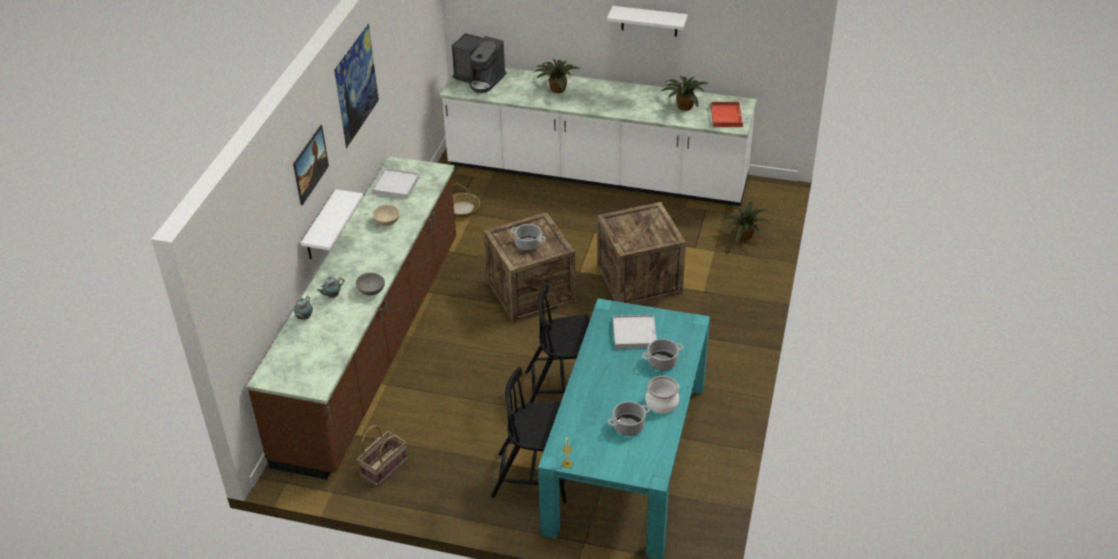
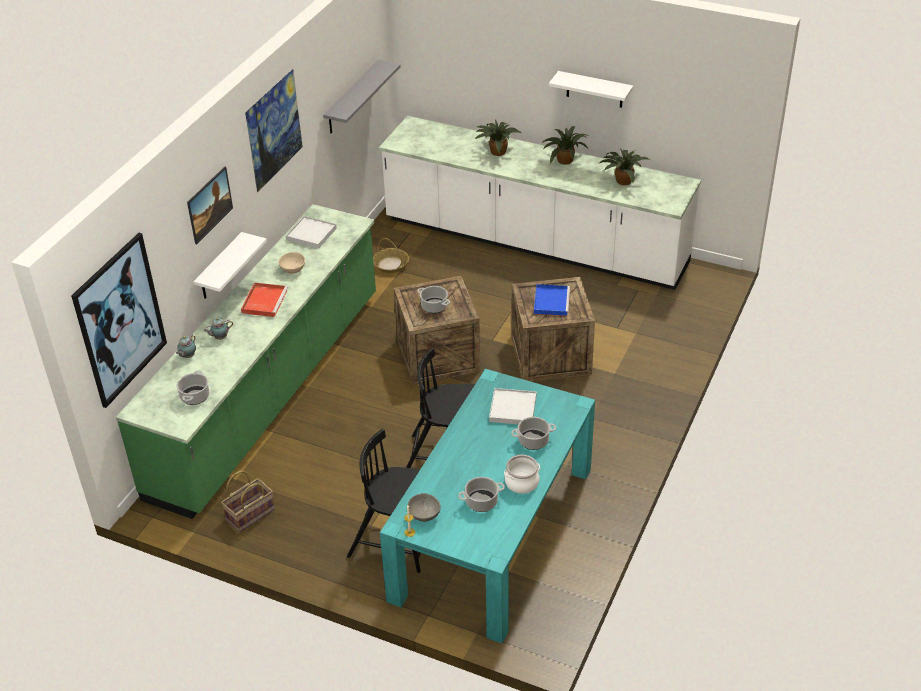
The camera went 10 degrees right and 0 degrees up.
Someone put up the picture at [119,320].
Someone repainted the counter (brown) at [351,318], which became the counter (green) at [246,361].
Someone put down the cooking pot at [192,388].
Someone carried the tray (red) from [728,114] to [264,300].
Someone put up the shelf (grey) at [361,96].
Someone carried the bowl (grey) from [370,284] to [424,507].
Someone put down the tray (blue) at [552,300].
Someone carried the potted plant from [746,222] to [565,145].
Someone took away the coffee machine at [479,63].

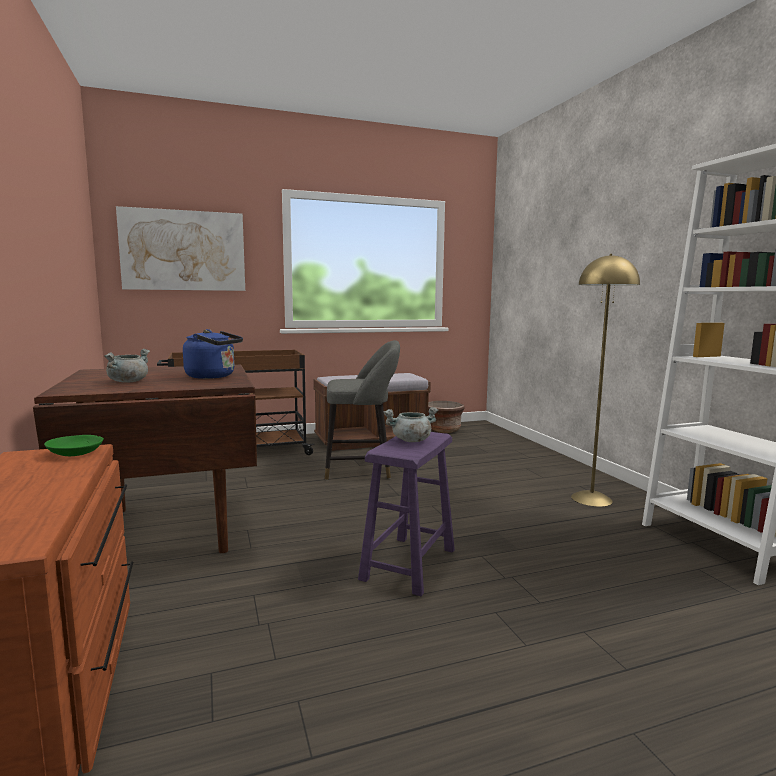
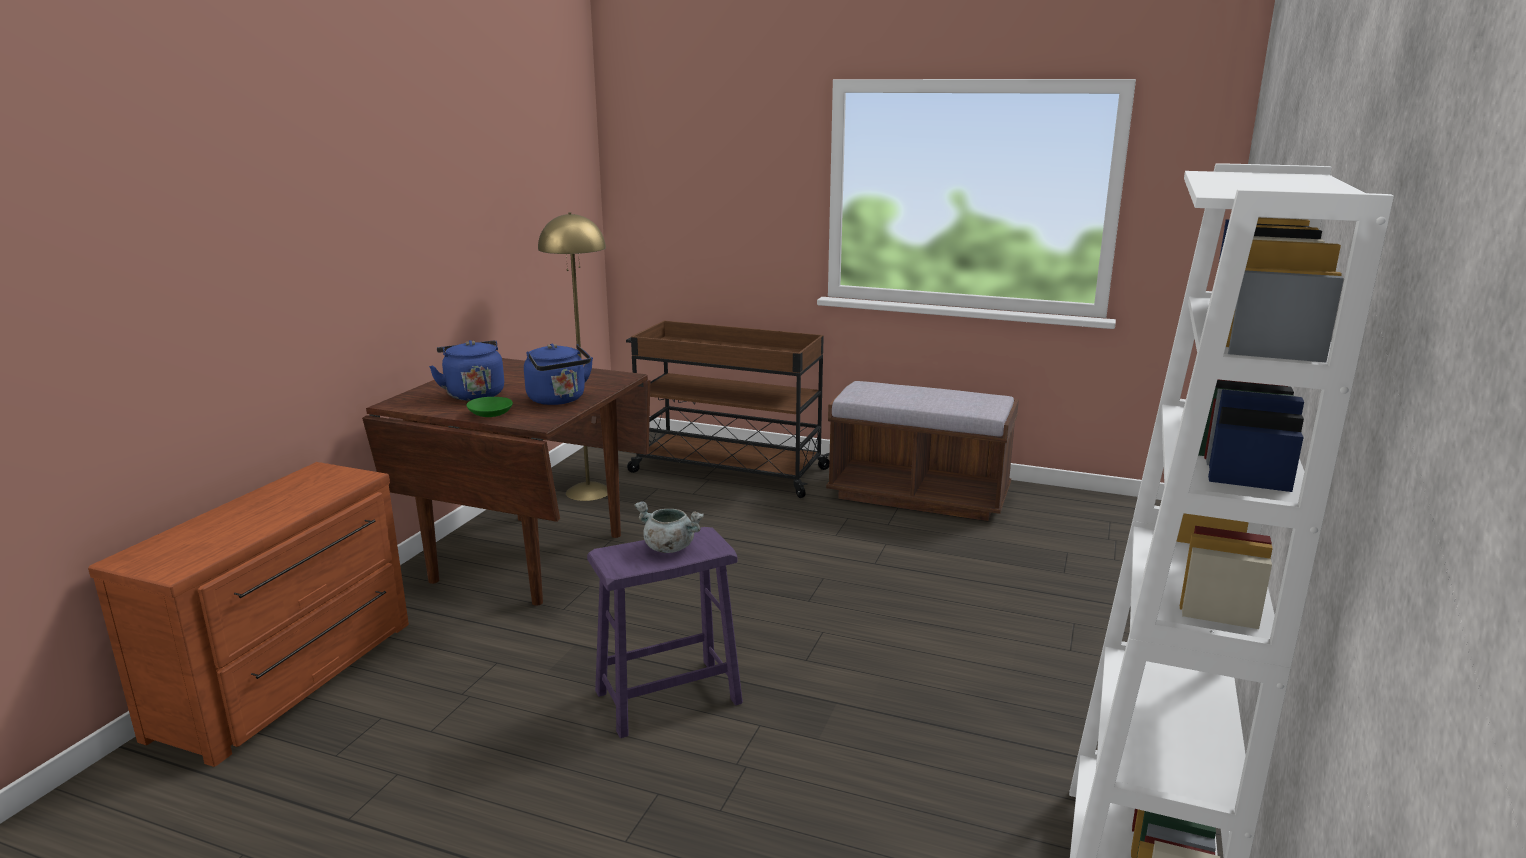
The camera went 40 degrees right and 10 degrees up.
Someone swapped the cooking pot (grey) at [127,366] for the kettle (blue) at [466,370].
Someone carried the bowl (green) from [74,445] to [489,407].
Someone carried the floor lamp (yellow) from [605,380] to [573,356].
Someone took away the picture at [180,248].
Someone took away the stool (grey) at [362,410].
Someone took away the planter (brown) at [446,417].

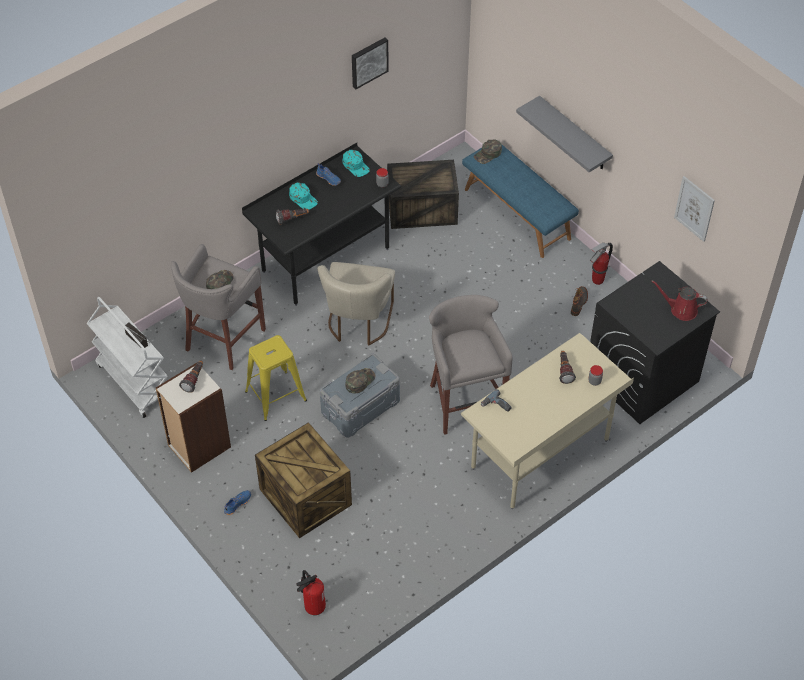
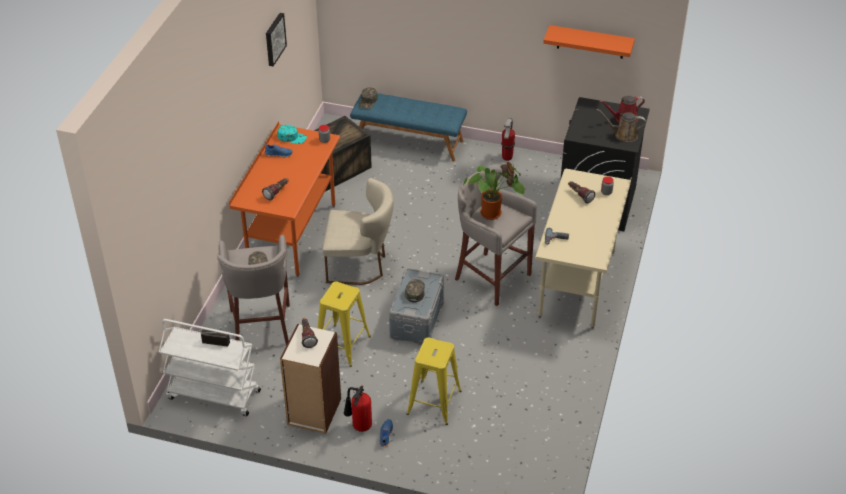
The camera went 35 degrees left and 10 degrees down.
Someone repainted the desk (black) at [321,224], which became the desk (orange) at [284,199].
Someone rotated the chair (beige) at [356,303] by 60 degrees counterclockwise.
Someone carried the fire extinguisher from [311,592] to [358,408].
Someone swapped the crate at [303,480] for the stool (yellow) at [434,381].
Someone put down the potted plant at [494,192].
Someone swapped the picture at [694,209] for the shelf (orange) at [589,42].
Someone put down the watering can (brown) at [621,125].
Someone took away the cap (turquoise) at [303,195].
Someone took away the shelf (grey) at [564,134].

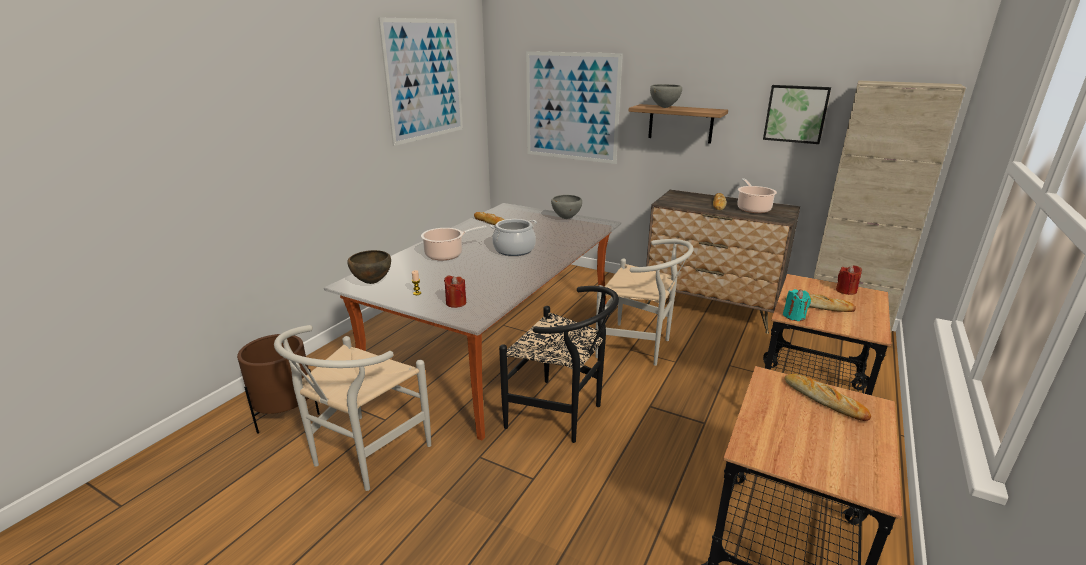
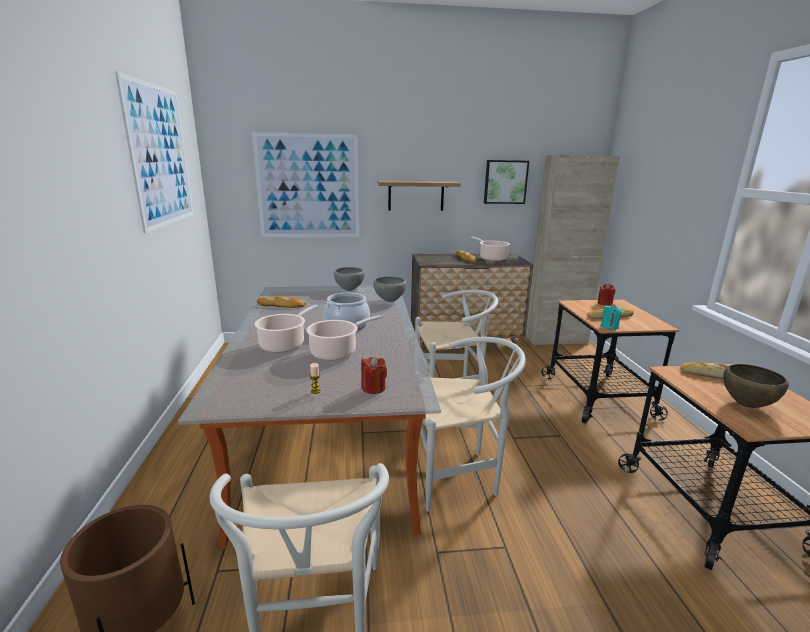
The camera went 35 degrees left and 5 degrees down.
Someone put down the cooking pot at [344,337].
Someone carried the bowl (grey) from [666,96] to [389,289].
Someone repainted the chair (black) at [559,364], which became the chair (white) at [473,424].
Someone carried the bowl (brown) from [369,267] to [756,386].

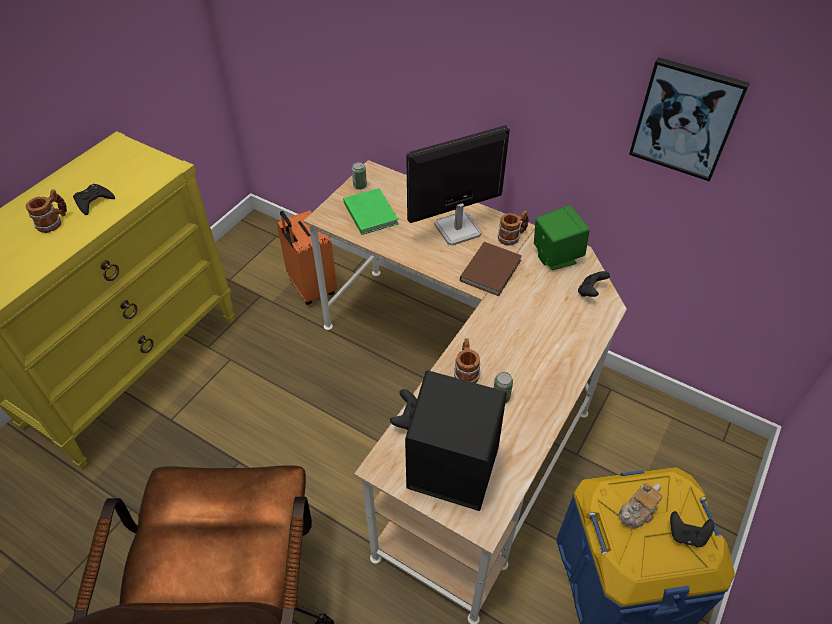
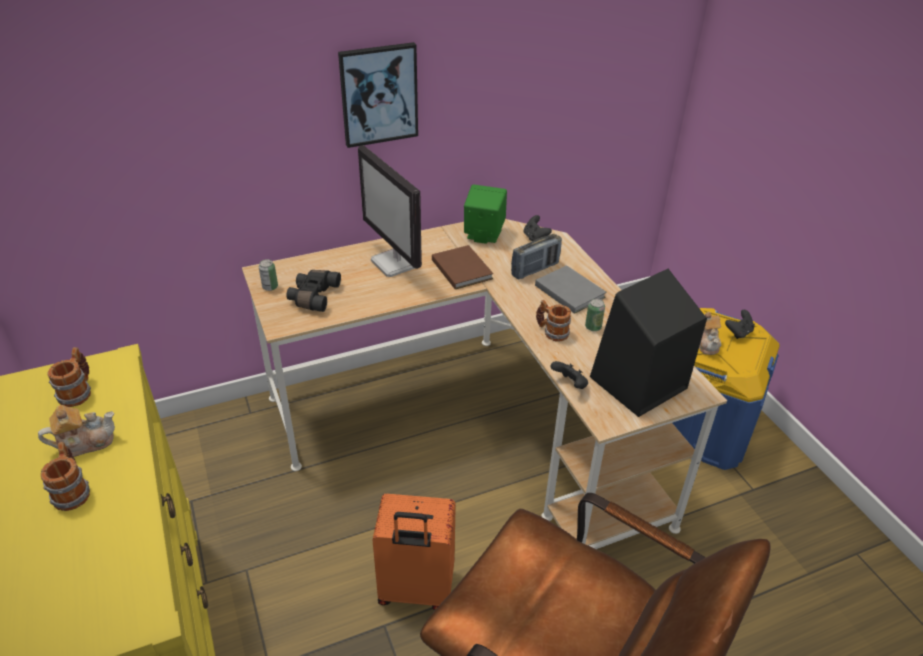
The camera went 55 degrees left and 10 degrees down.
Someone swapped the game controller (black) at [94,199] for the teapot at [76,431].
Someone carried the mug from [513,228] to [69,377].
Someone swapped the book (green) at [371,211] for the binoculars (black) at [313,291].
Someone carried the picture from [689,119] to [378,95].
Someone rotated the monitor at [458,185] by 45 degrees counterclockwise.
Someone carried the suitcase (orange) from [307,257] to [414,552].
Someone put down the radio at [536,257].
Someone put down the book (grey) at [570,289].

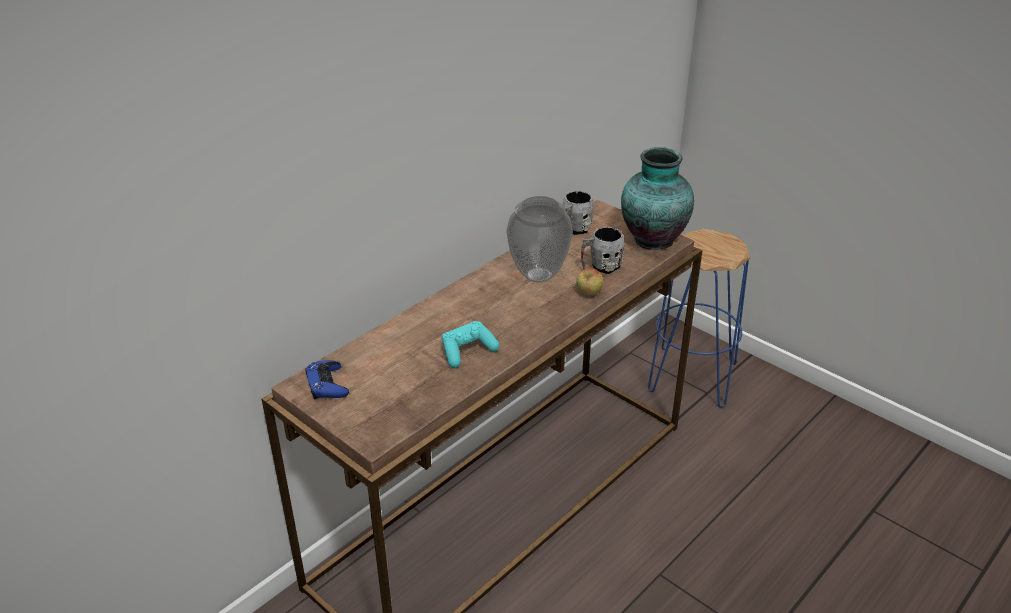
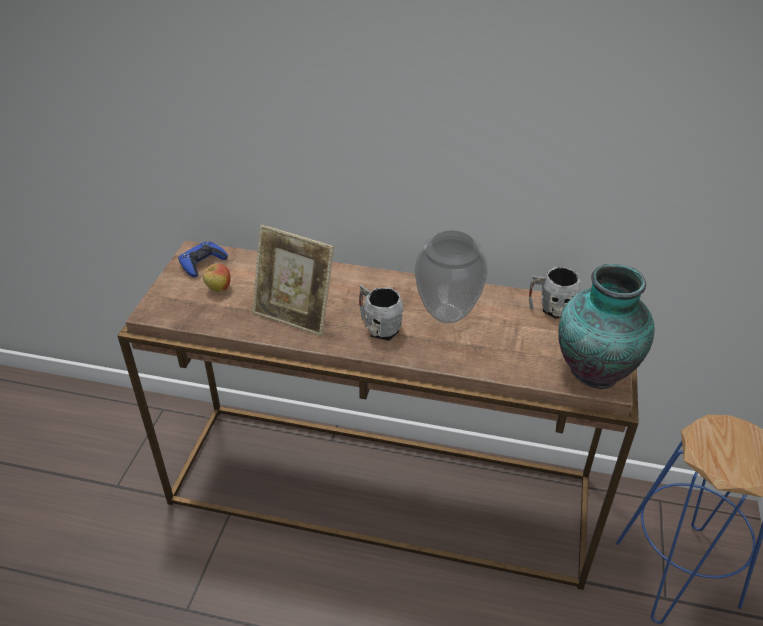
The camera went 60 degrees right and 5 degrees up.
Someone carried the apple from [589,281] to [217,278].
Someone swapped the game controller (turquoise) at [471,344] for the picture frame at [293,280].
Someone carried the mug (grey) from [603,250] to [381,312].

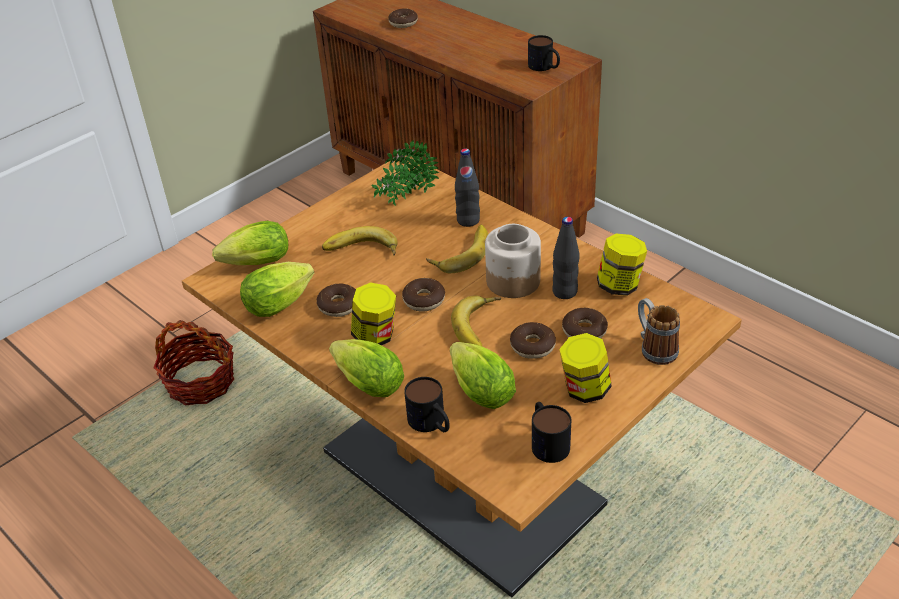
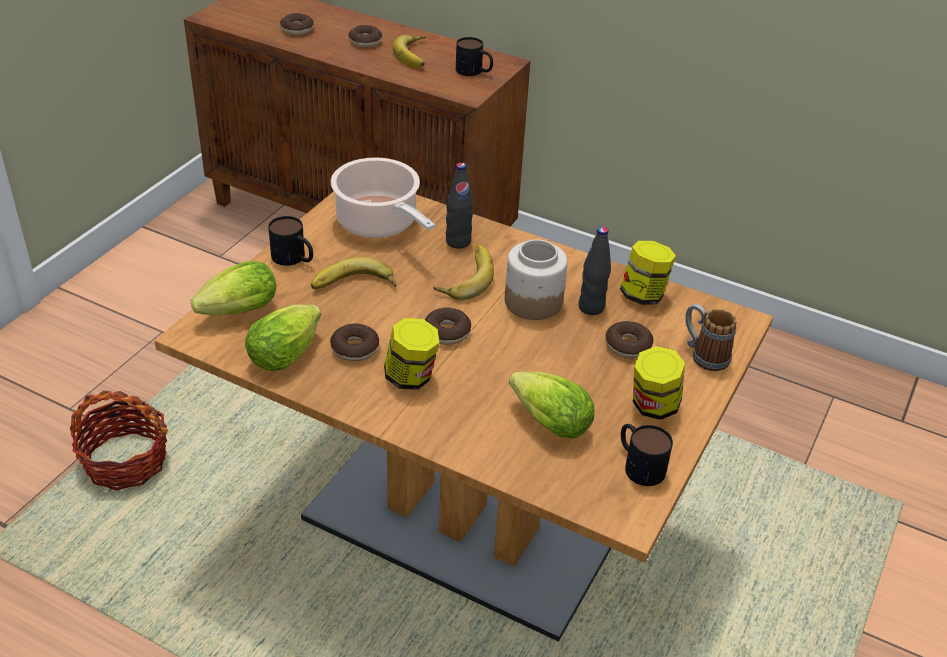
The camera went 20 degrees left and 0 degrees up.
Someone carried the mug from [427,404] to [290,241].
Someone swapped the potted plant at [405,173] for the cooking pot at [383,197].
Someone carried the donut from [533,340] to [365,36].
Someone carried the banana from [476,321] to [409,51].
Someone took away the lettuce at [366,368].

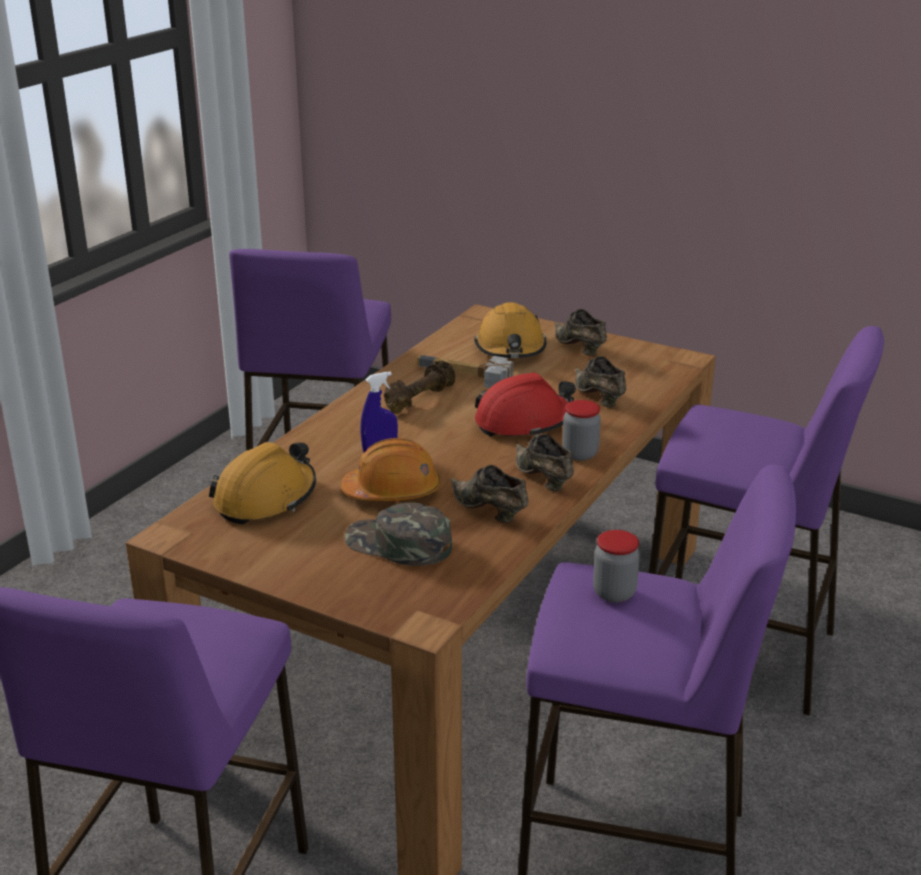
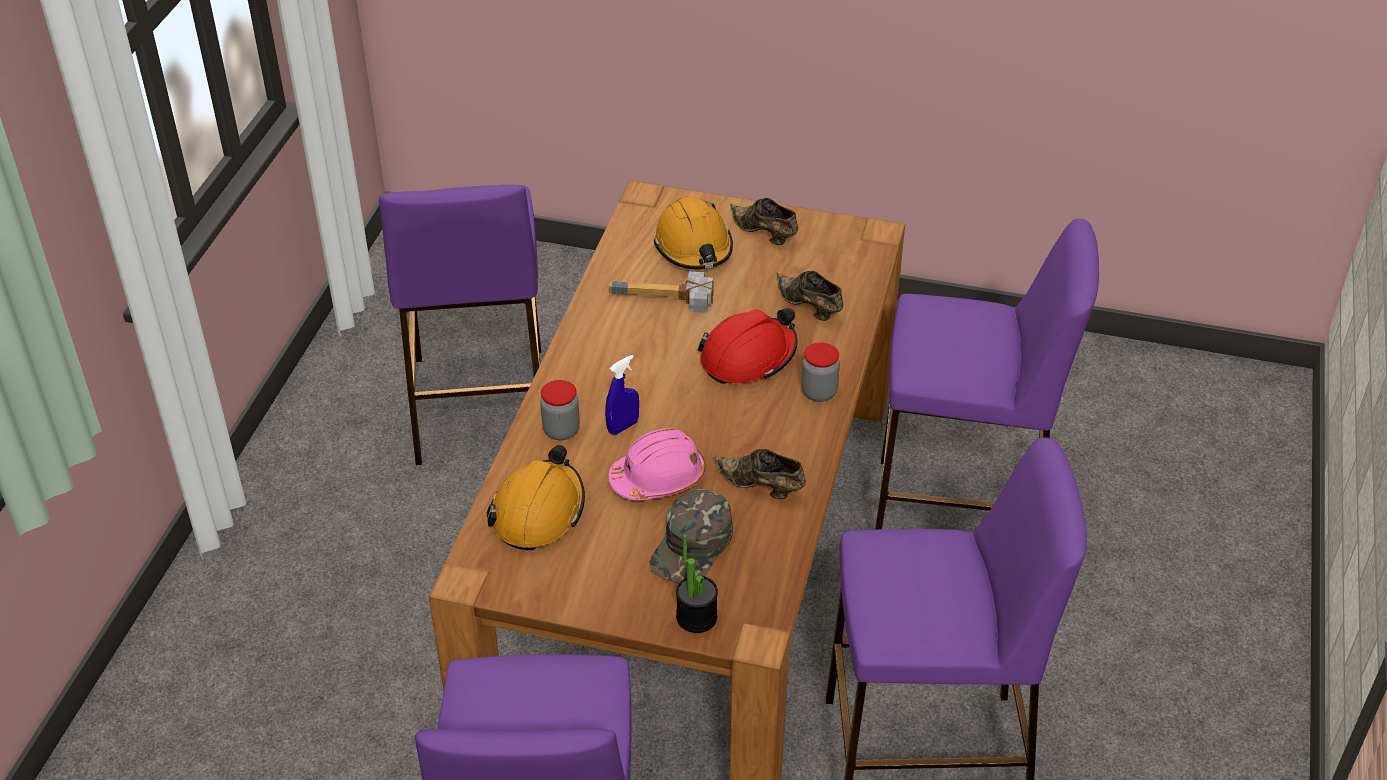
The camera went 15 degrees left and 15 degrees up.
Someone carried the jar from [616,566] to [560,410].
Someone repainted the hard hat (orange) at [391,469], which became the hard hat (pink) at [657,464].
Someone rotated the cap (green) at [398,534] by 75 degrees counterclockwise.
Someone put down the potted plant at [697,584].
Someone took away the dumbbell (brown) at [420,387].
Someone took away the shoe (brown) at [545,463].

